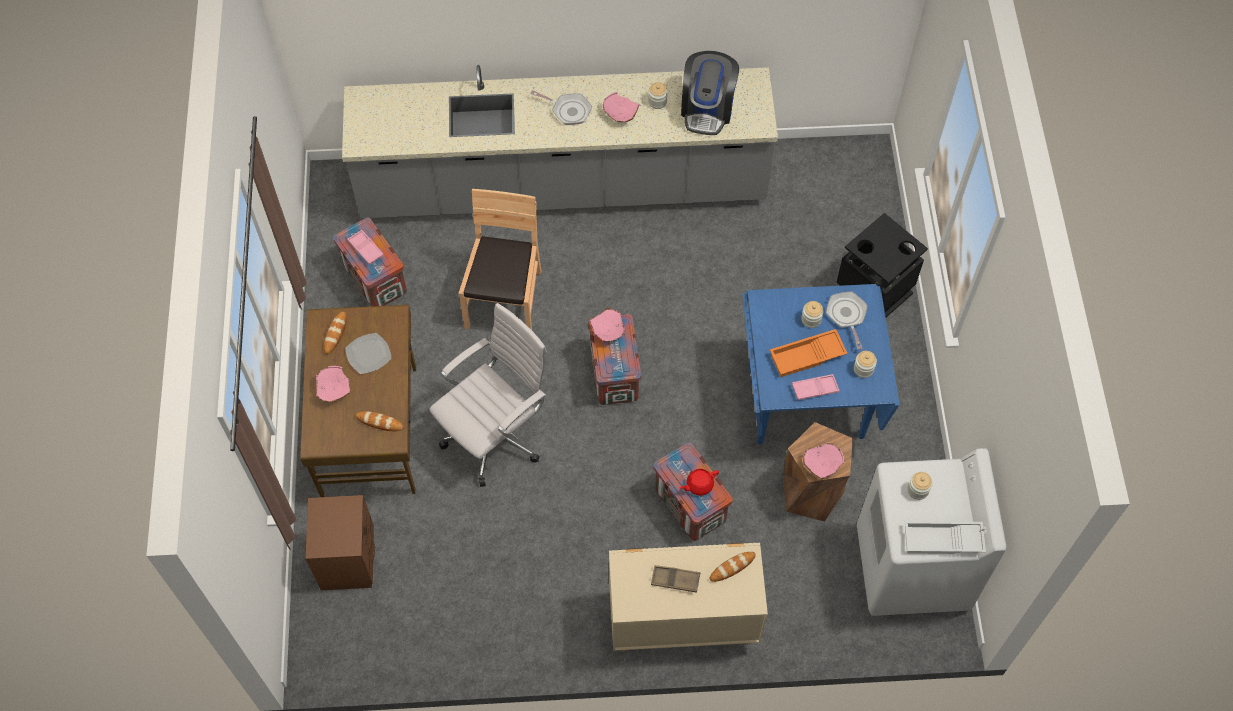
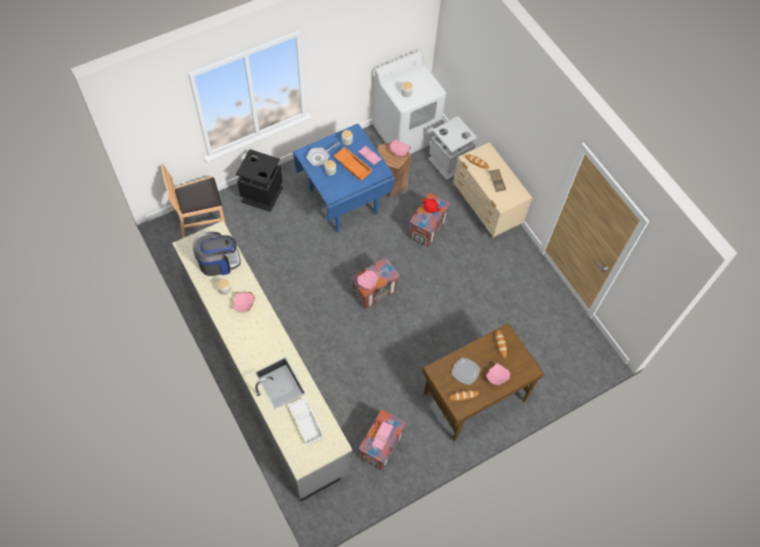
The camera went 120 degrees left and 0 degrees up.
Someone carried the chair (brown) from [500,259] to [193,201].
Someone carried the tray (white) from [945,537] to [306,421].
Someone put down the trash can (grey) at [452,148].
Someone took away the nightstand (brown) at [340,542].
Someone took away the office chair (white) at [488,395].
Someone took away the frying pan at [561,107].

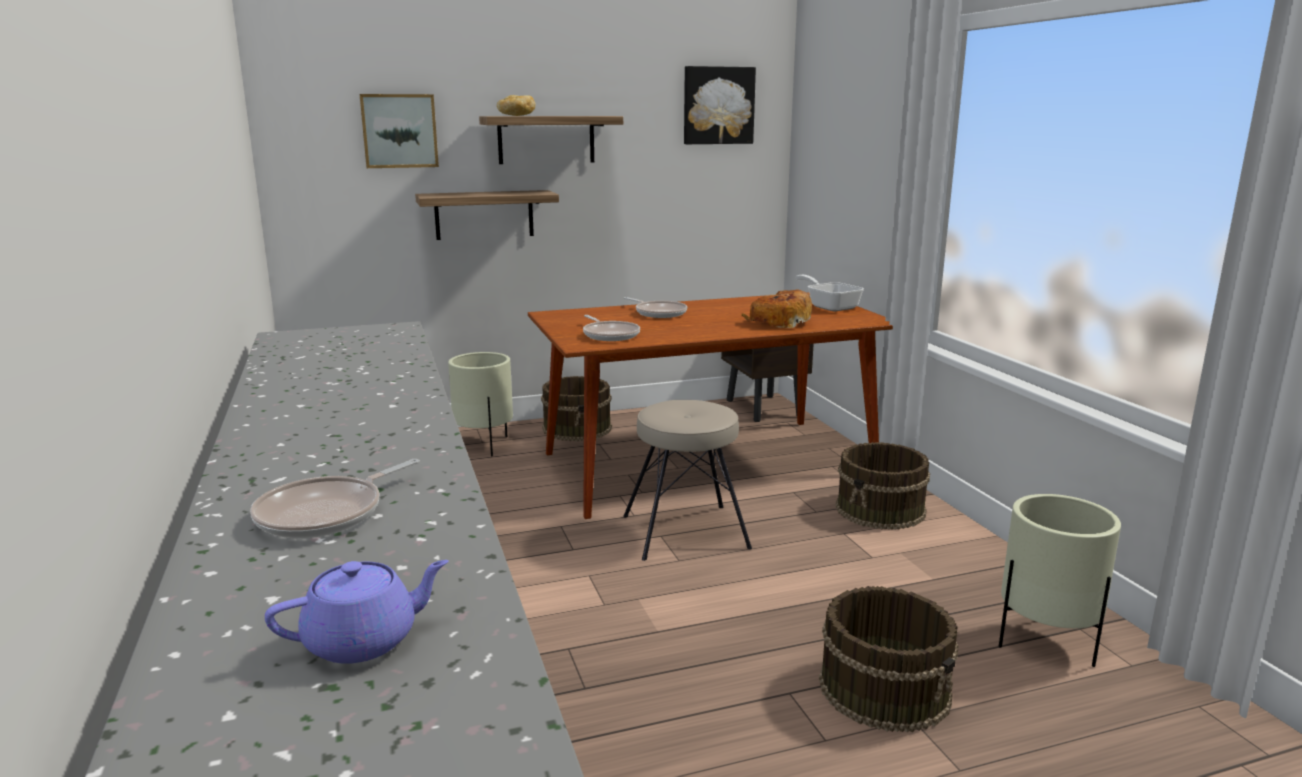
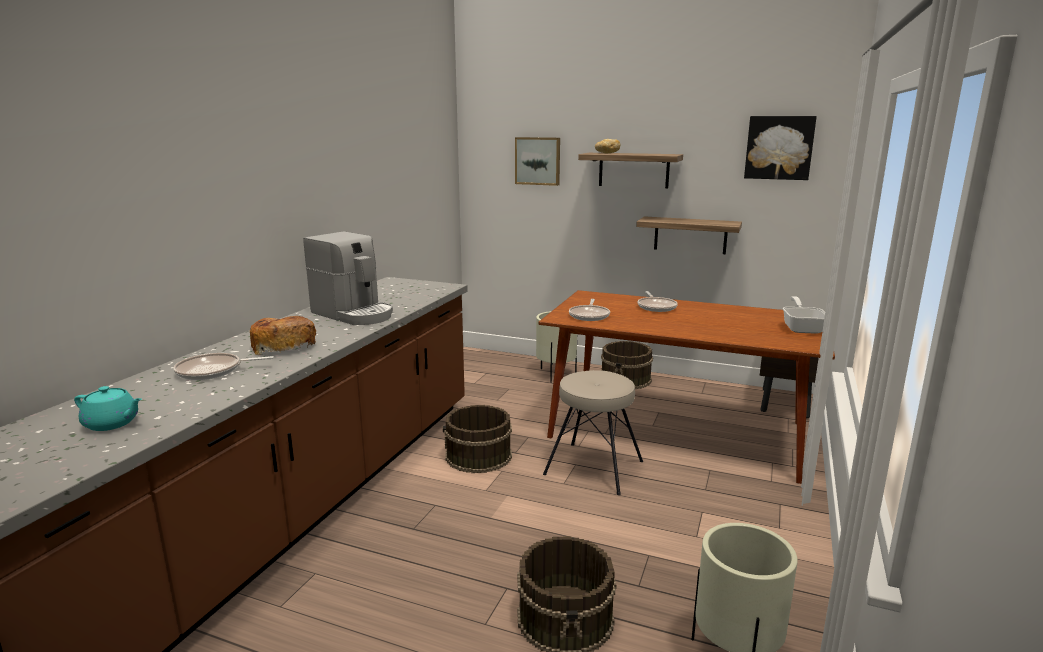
The camera went 40 degrees right and 0 degrees up.
Someone repainted the teapot (purple) at [357,612], which became the teapot (turquoise) at [108,408].
Someone carried the bread from [777,309] to [283,335].
Someone put down the coffee machine at [348,278].
Someone carried the bucket (brown) from [882,486] to [477,439].
Someone carried the shelf from [487,215] to [689,235].

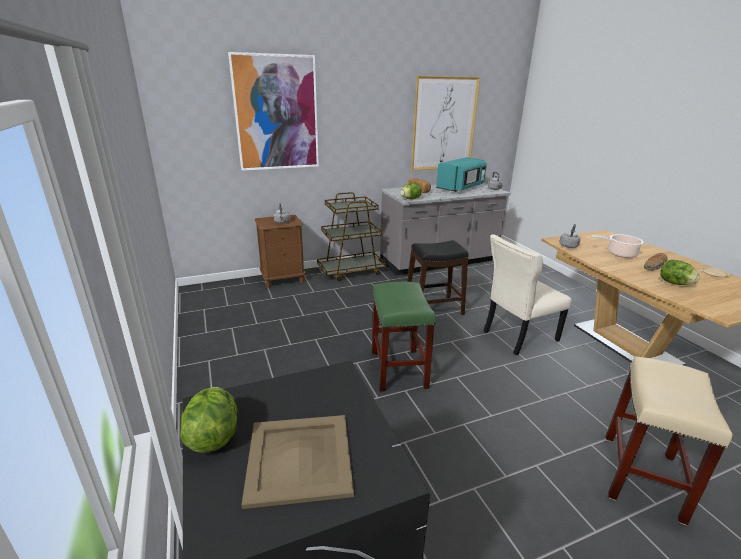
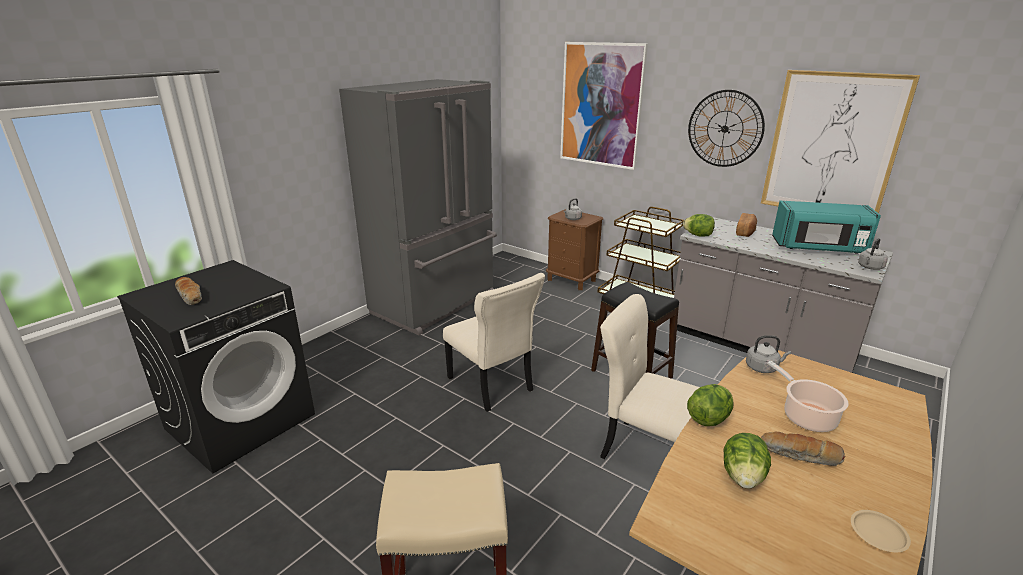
The camera went 60 degrees right and 0 degrees up.
Someone swapped the tray (beige) at [298,462] for the bread at [188,291].
Someone put down the fridge (grey) at [418,207].
Someone swapped the stool (green) at [404,337] for the chair (beige) at [494,342].
Someone carried the lettuce from [209,420] to [710,405].
Someone put up the wall clock at [726,128].

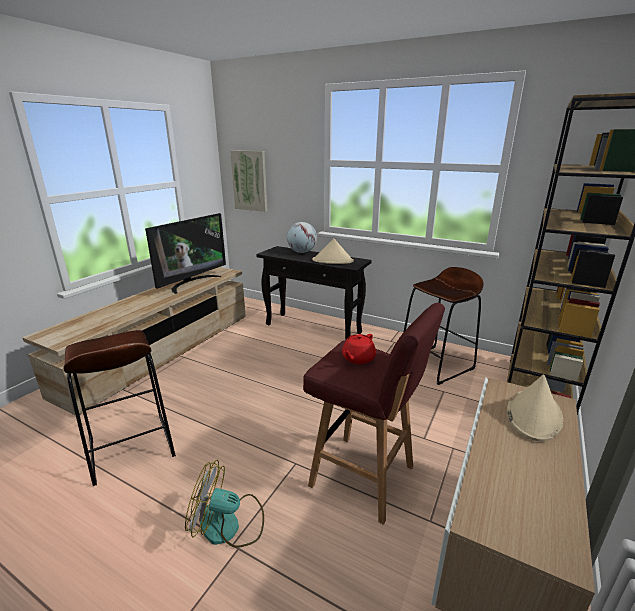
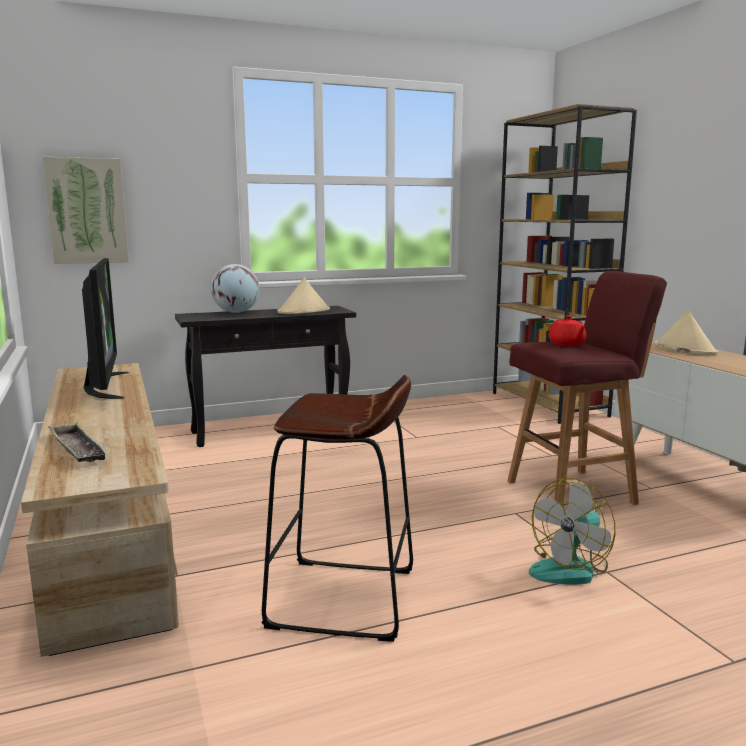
The camera went 50 degrees left and 10 degrees down.
Someone put down the tray at [79,442].
Someone took away the stool (brown) at [443,326].

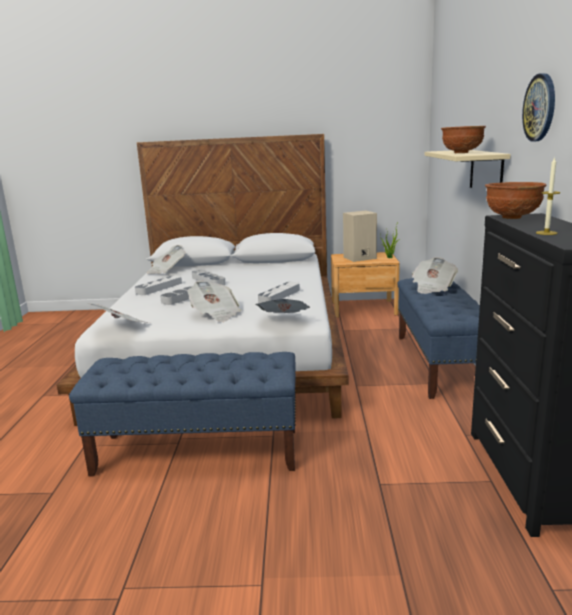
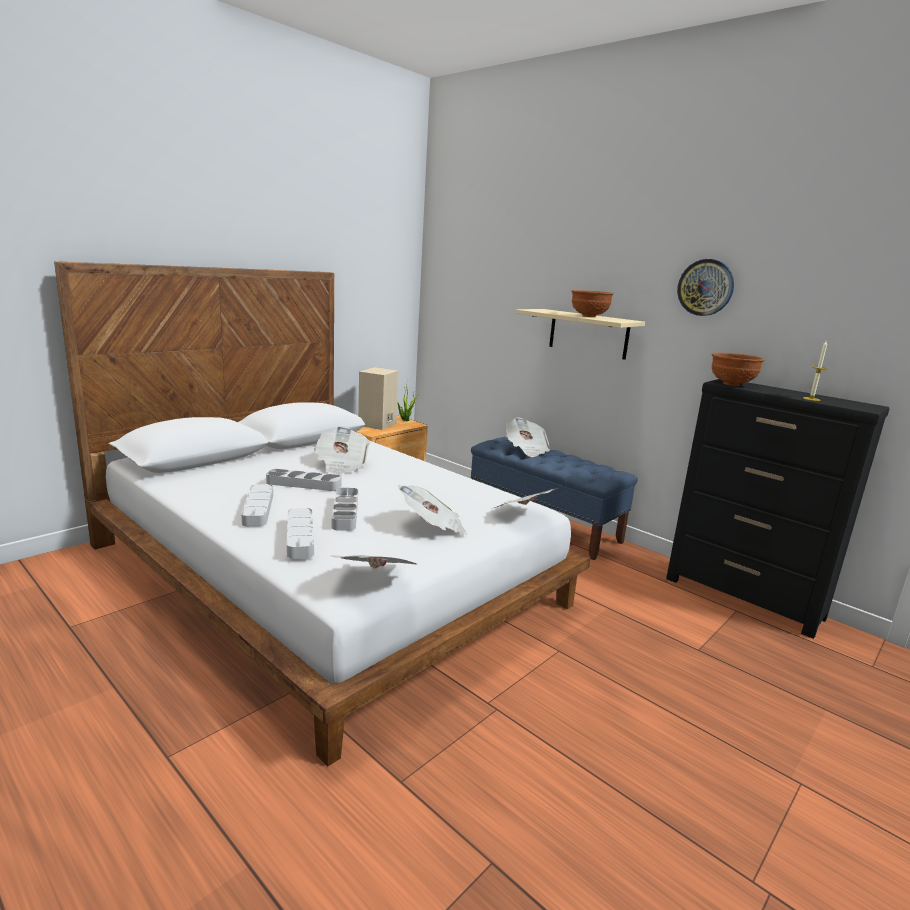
The camera went 50 degrees left and 0 degrees up.
Someone carried the tray (grey) from [279,292] to [300,533].
Someone carried the newspaper from [166,259] to [342,450].
Someone took away the bench (blue) at [182,414].

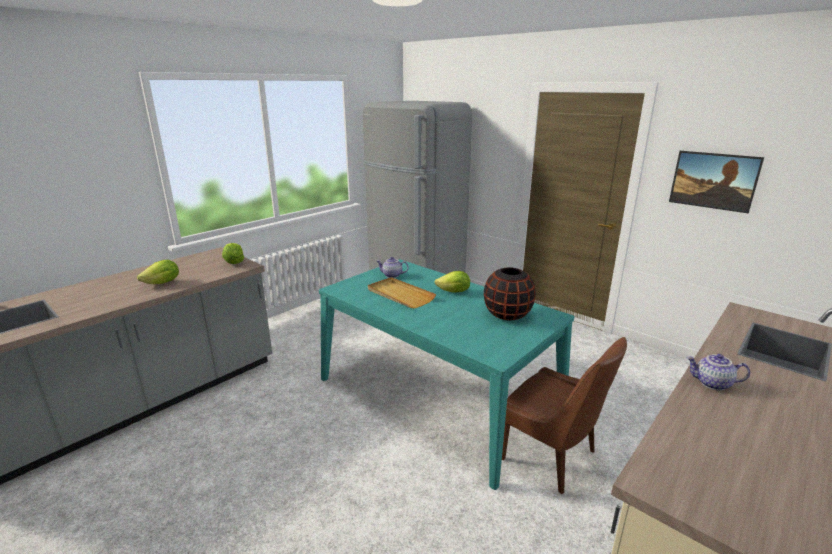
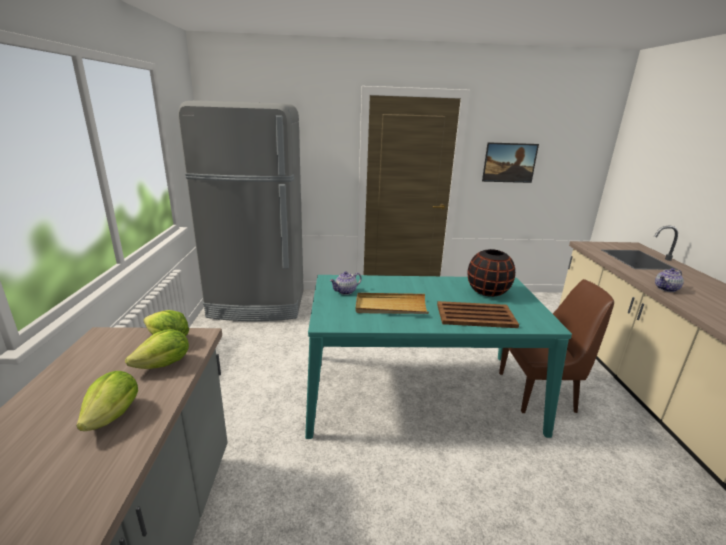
The camera went 45 degrees left and 0 degrees up.
Someone carried the lettuce from [452,281] to [157,349].
Someone put down the tray (brown) at [478,314].

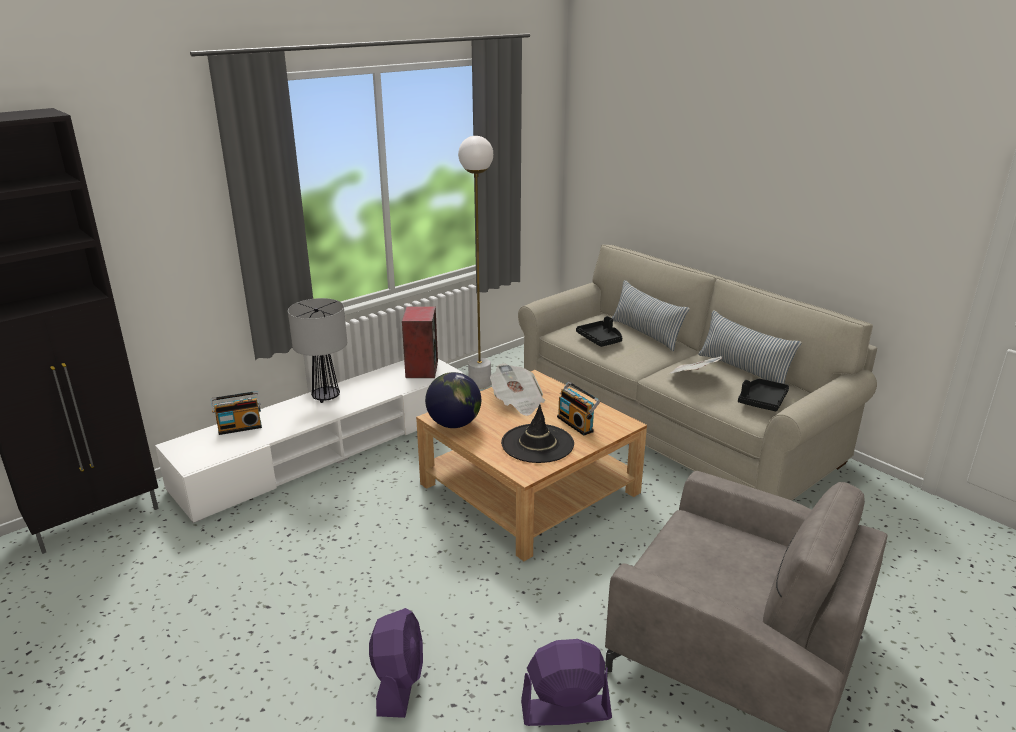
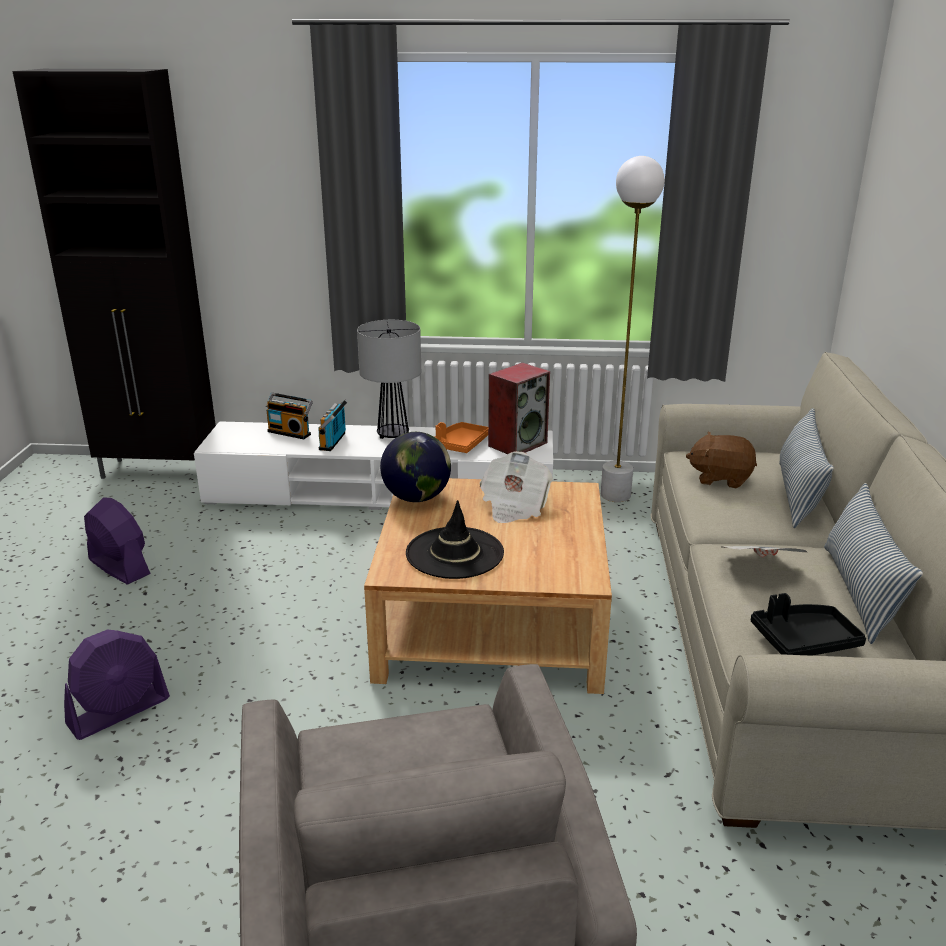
The camera went 45 degrees right and 0 degrees up.
Someone carried the fan (purple) from [566,682] to [117,541].
Someone carried the radio from [578,409] to [333,425].
Someone put down the tray (orange) at [461,437].
Someone swapped the tray (black) at [599,331] for the plush toy (brown) at [721,460].

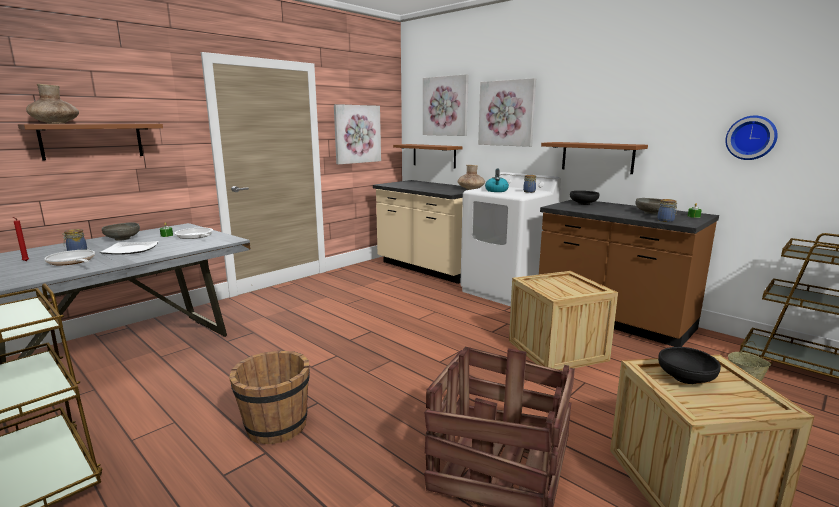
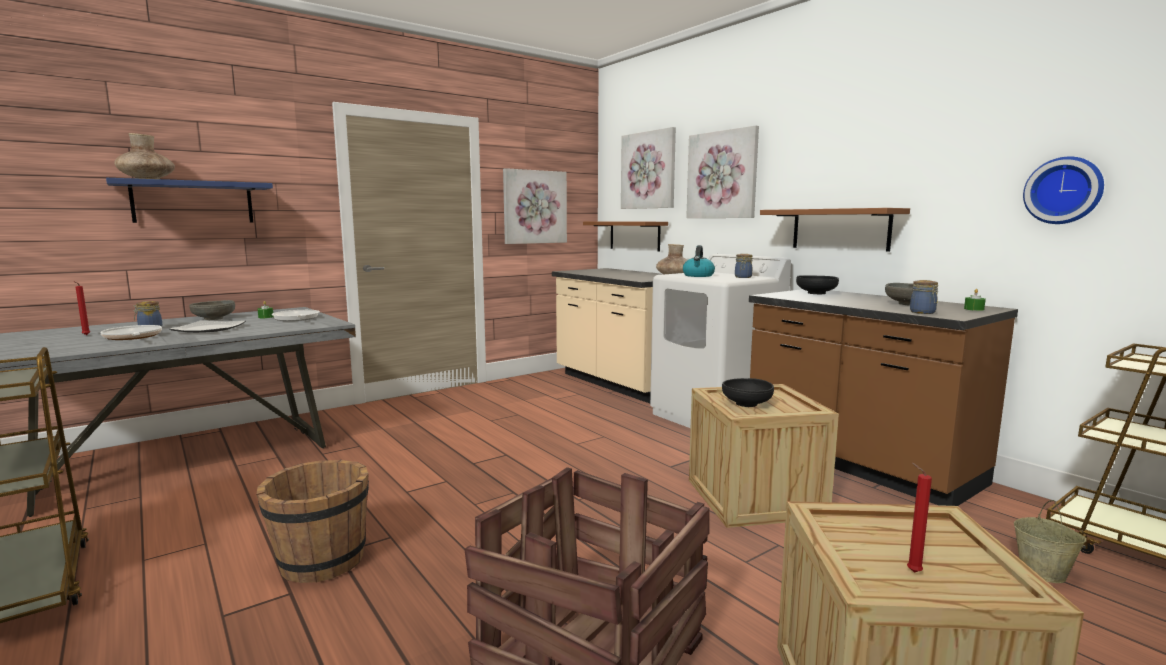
The camera went 10 degrees right and 5 degrees down.
Someone repainted the shelf (brown) at [90,142], which became the shelf (blue) at [189,200].
Someone carried the bowl (black) from [689,365] to [748,392].
Someone put down the candle (red) at [919,518].

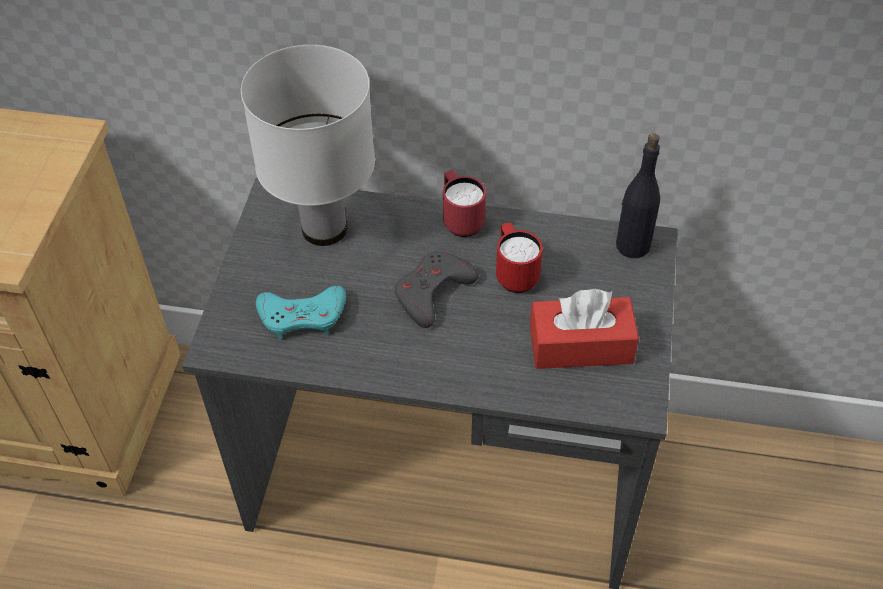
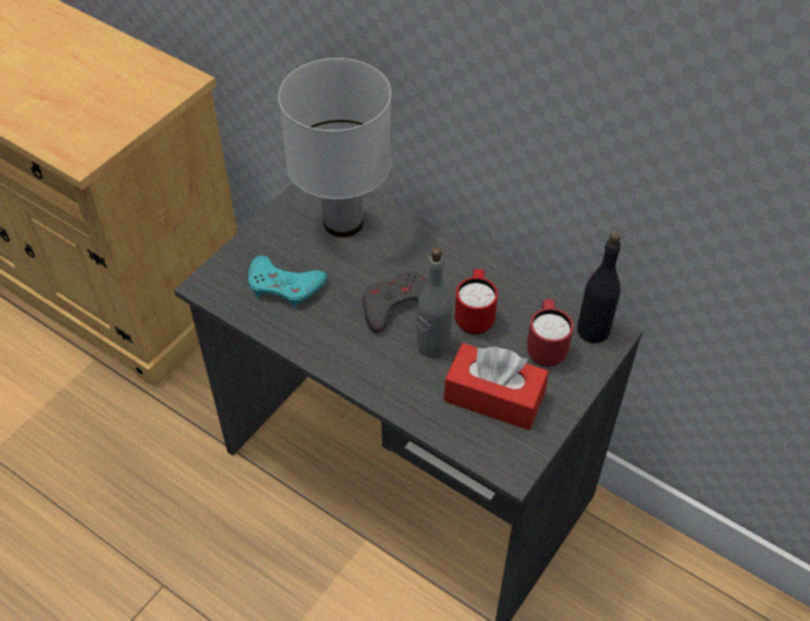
The camera went 25 degrees right and 0 degrees up.
Someone put down the bottle (grey) at [434,302].
Someone carried the mug (red) from [464,203] to [550,333].

